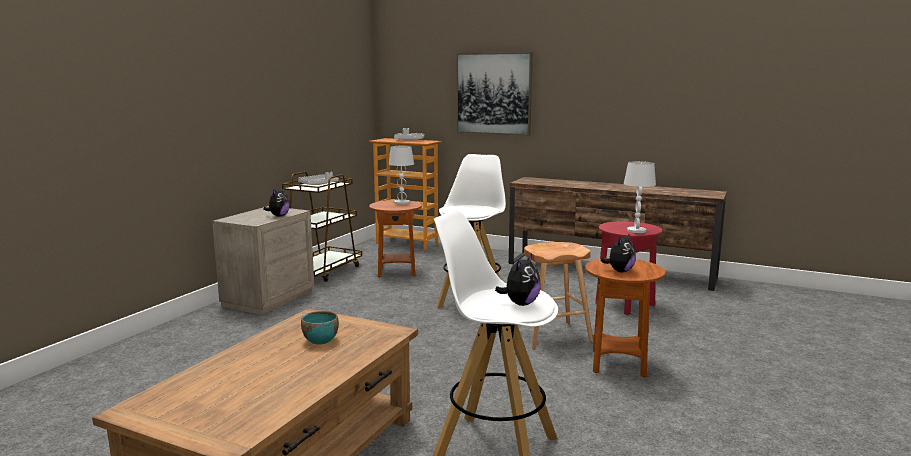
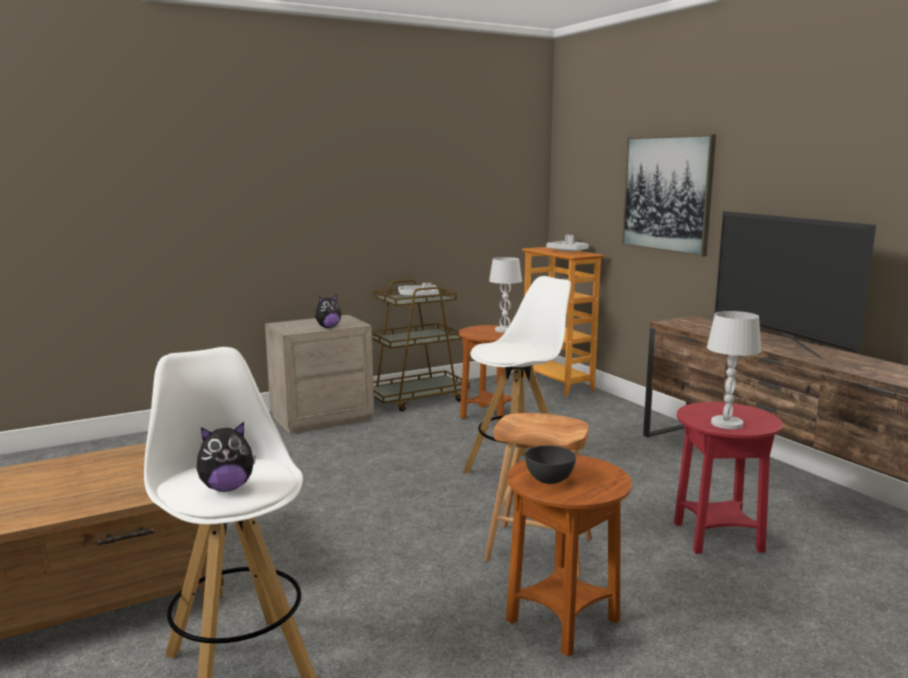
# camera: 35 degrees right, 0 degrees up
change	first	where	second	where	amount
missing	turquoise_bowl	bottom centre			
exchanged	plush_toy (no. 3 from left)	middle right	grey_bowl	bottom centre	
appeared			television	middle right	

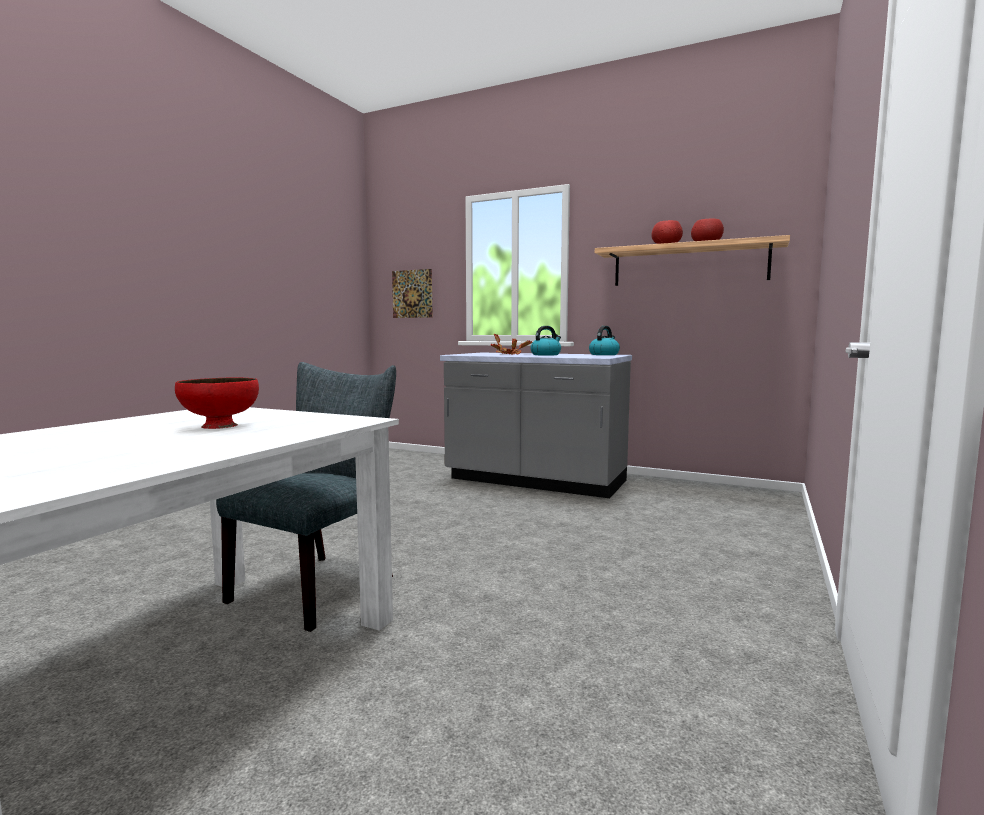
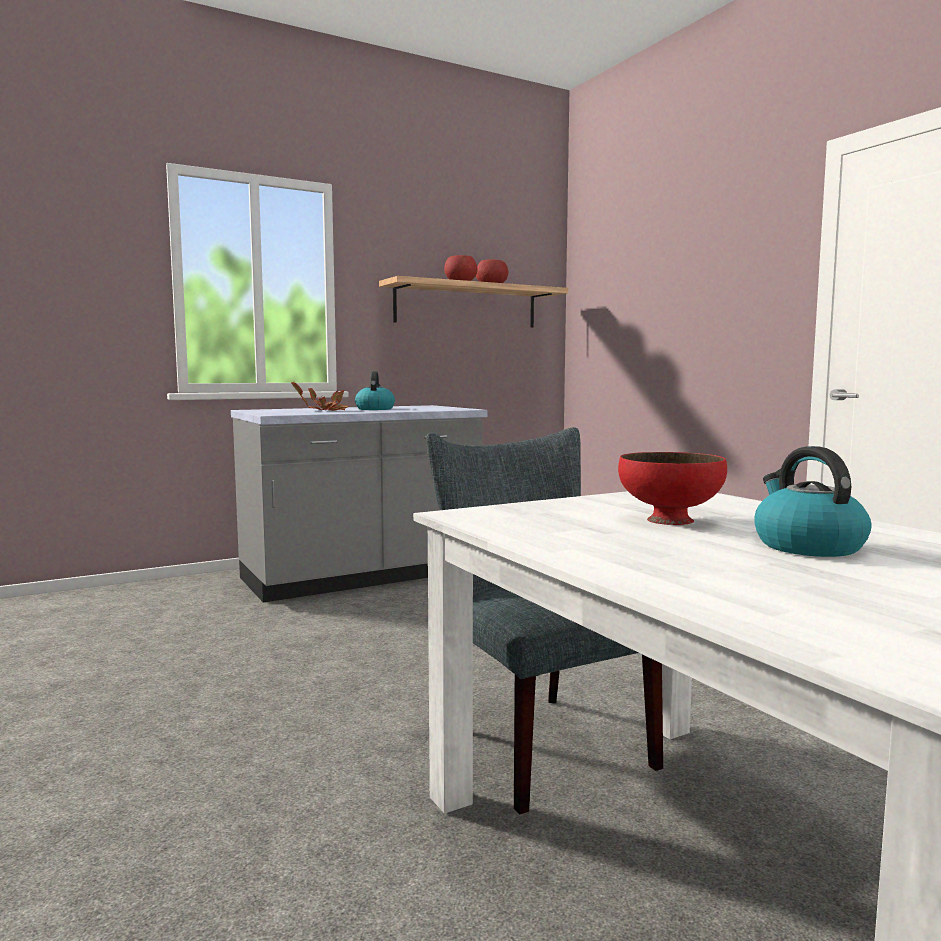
# camera: 55 degrees left, 0 degrees up
change	first	where	second	where	amount
missing	picture	centre			
relocated	kettle (no. 2 from left)	centre		middle right	

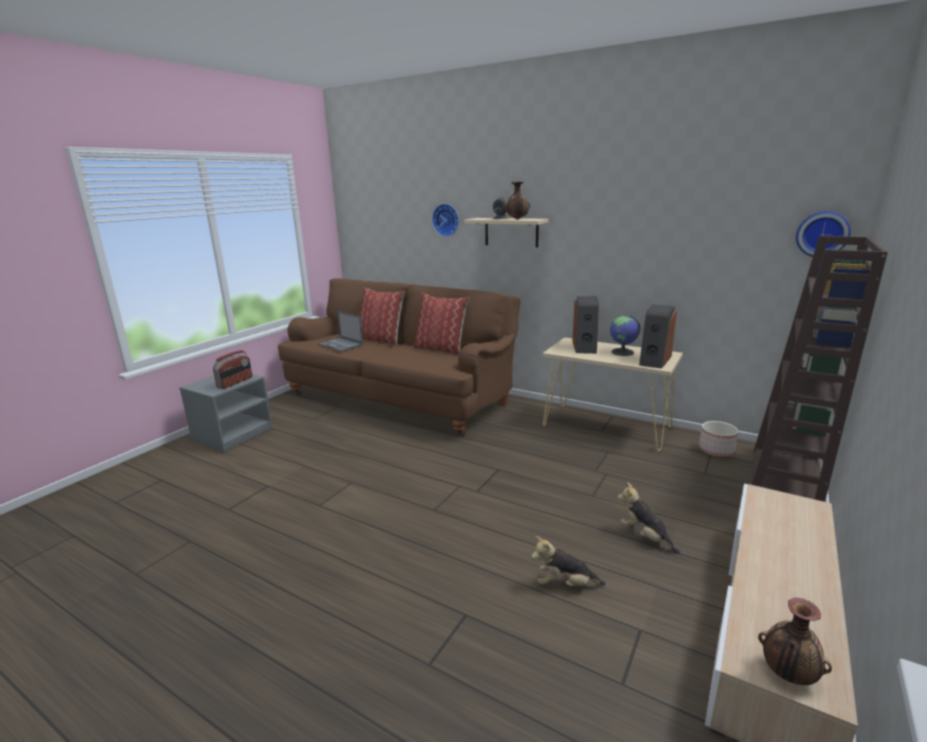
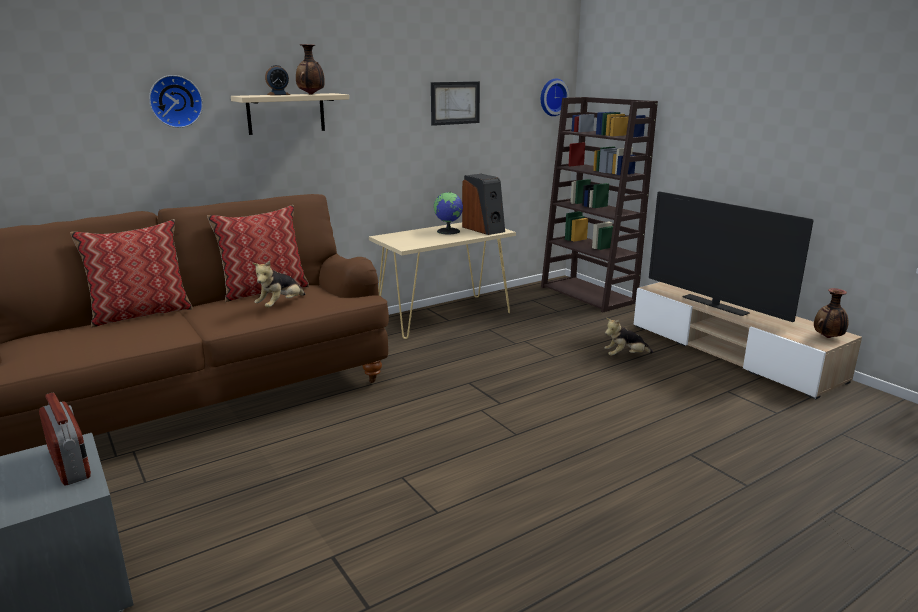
# camera: 65 degrees left, 0 degrees up
change	first	where	second	where	amount
missing	laptop	centre			
relocated	plush_toy (no. 1 from left)	bottom centre		middle left	
missing	speaker (no. 1 from left)	centre			
missing	planter	middle right			
appeared			picture	top centre	
appeared			television	middle right	

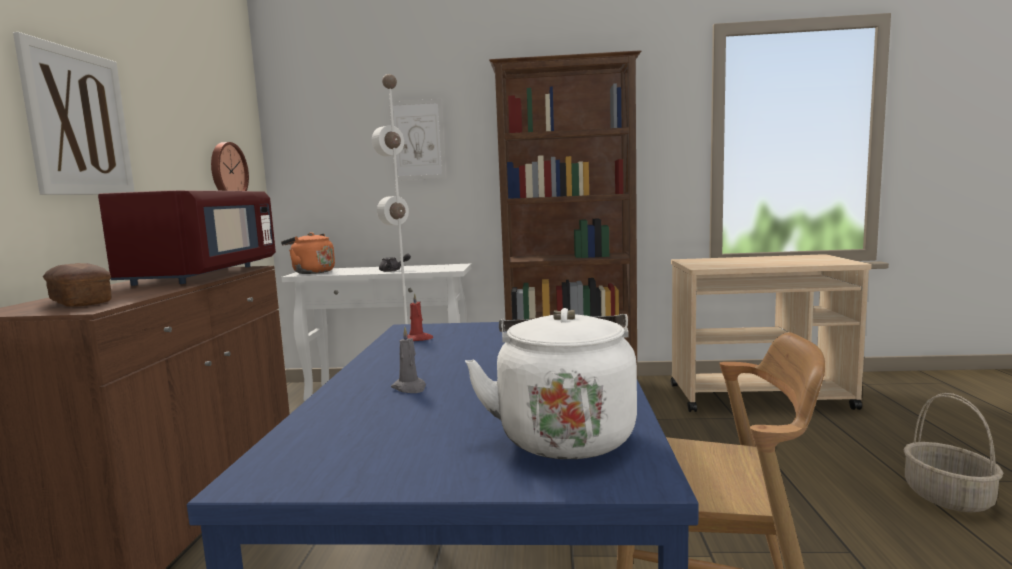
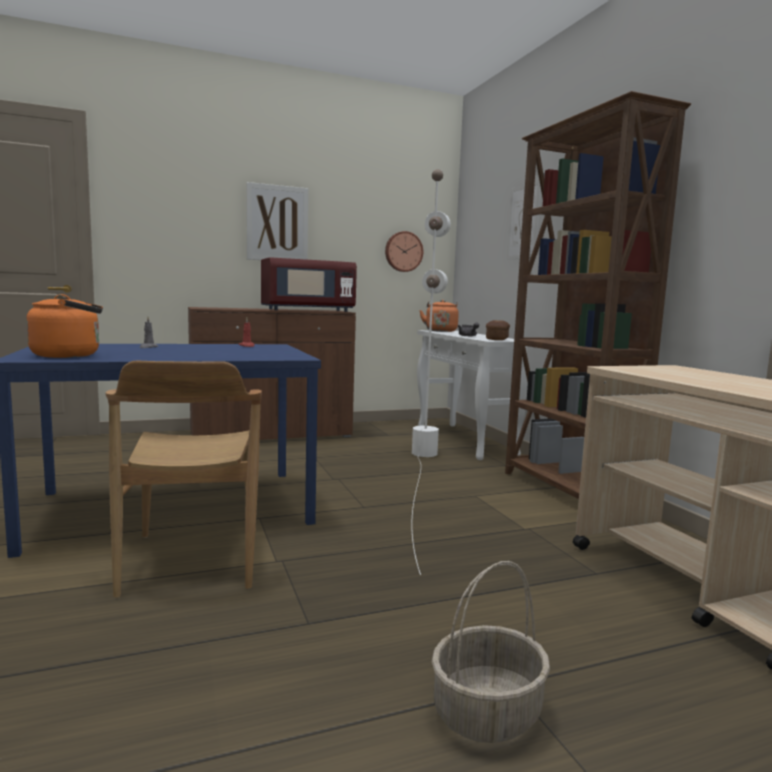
# camera: 65 degrees right, 0 degrees up
change	first	where	second	where	amount
relocated	bread	middle left		centre	
colour	white_kettle	bottom centre	orange_kettle (no. 1 from left)	middle left	

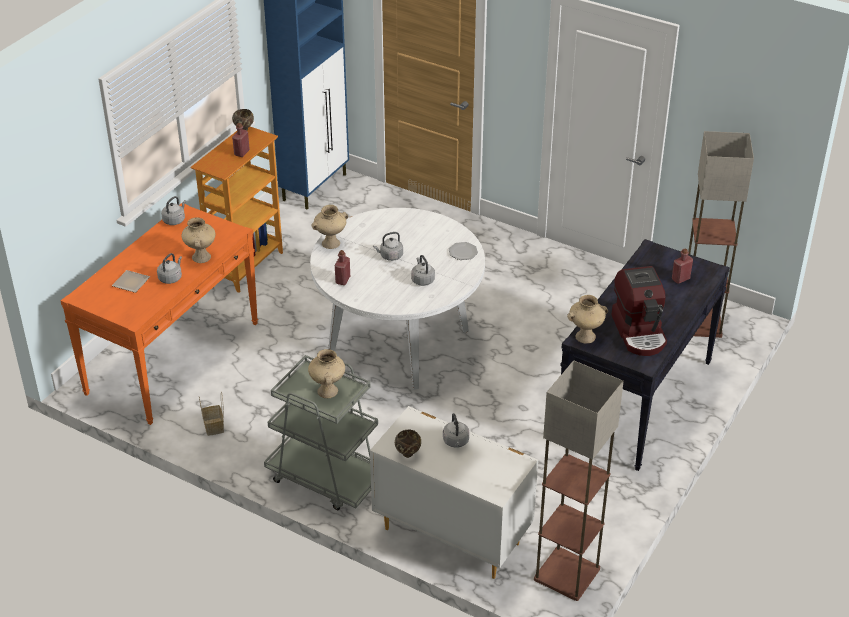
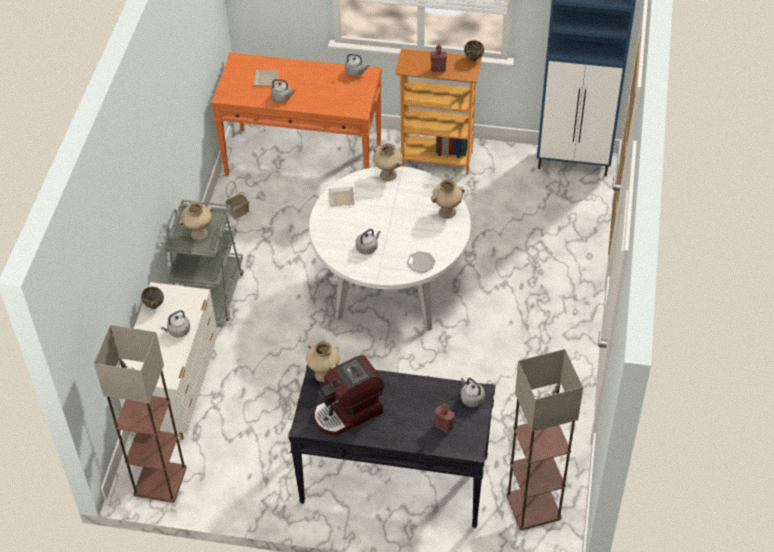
# camera: 70 degrees right, 10 degrees up
change	first	where	second	where	amount
relocated	beige_vase (no. 1 from left in the first image)	middle left	beige_vase (no. 4 from left)	centre	
exchanged	red_bottle (no. 2 from left)	centre	plate (no. 2 from left)	centre	
relocated	grey_kettle (no. 3 from left in the first image)	centre	grey_kettle (no. 5 from left)	bottom centre	

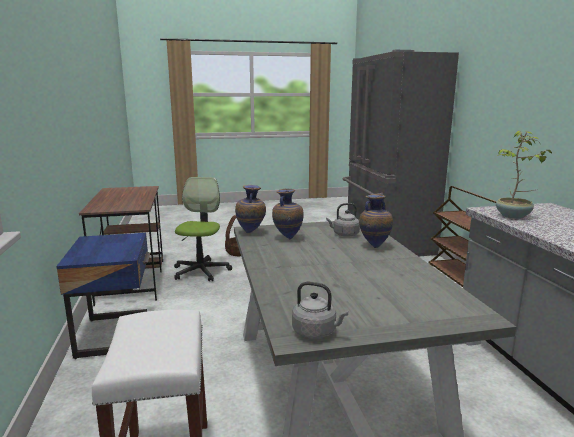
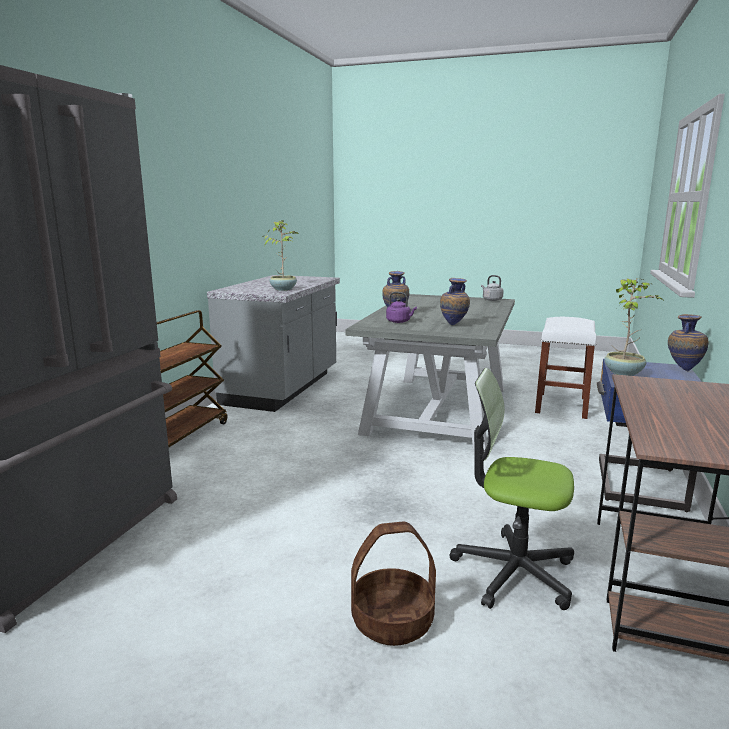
# camera: 150 degrees left, 0 degrees up
change	first	where	second	where	amount
spun	office_chair	centre		bottom right	75 degrees clockwise
relocated	vase (no. 1 from left in the first image)	centre	vase (no. 3 from left)	middle right	
colour	grey_kettle (no. 2 from left)	centre	purple_kettle	centre	
appeared			potted_plant (no. 2 from left)	middle right	

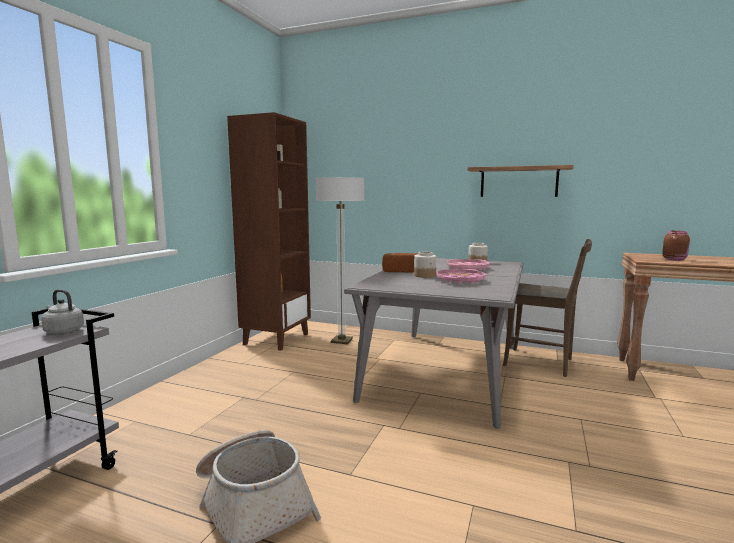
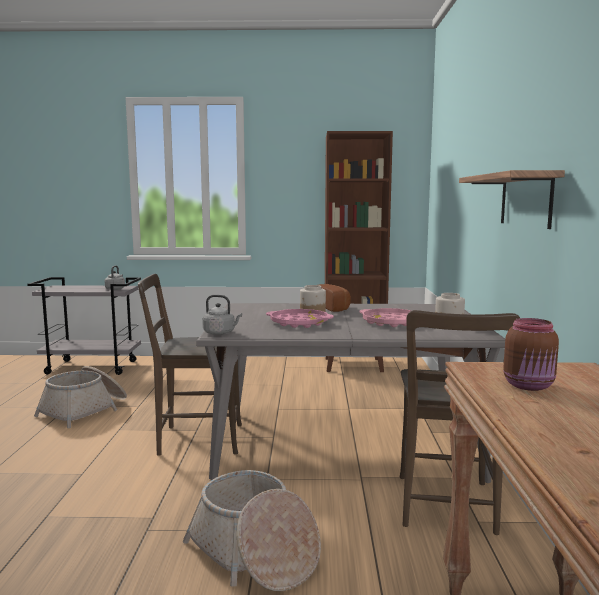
# camera: 70 degrees right, 0 degrees up
change	first	where	second	where	amount
missing	floor_lamp	centre			
appeared			brown_chair (no. 1 from left)	middle left	
appeared			basket (no. 2 from left)	bottom centre	
appeared			grey_kettle (no. 2 from left)	centre	

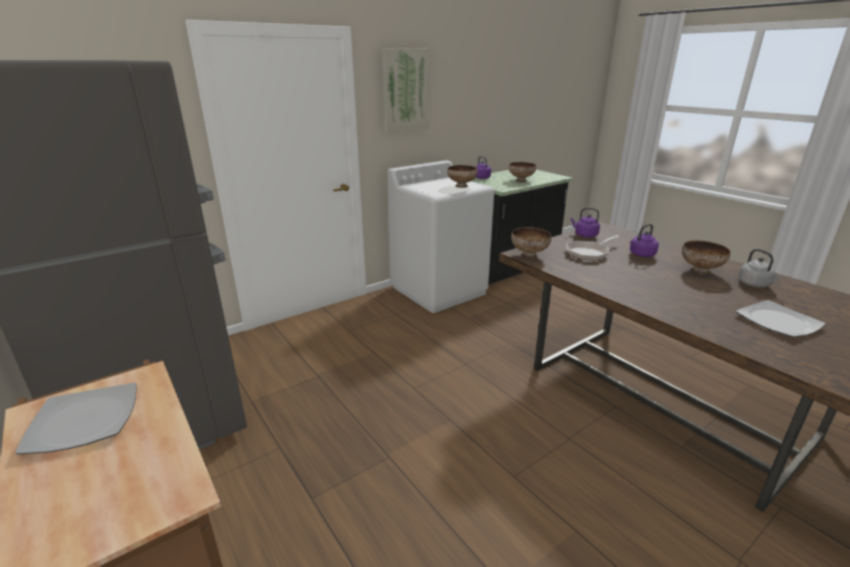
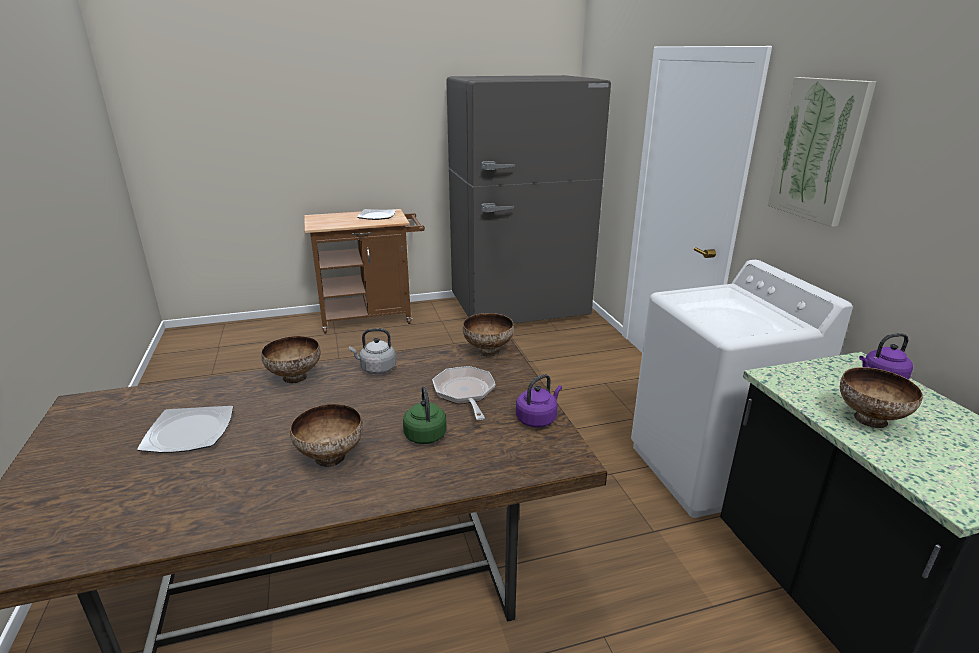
# camera: 110 degrees right, 0 degrees up
change	first	where	second	where	amount
relocated	bowl (no. 1 from left)	top centre		middle left	
colour	purple_kettle (no. 3 from left)	middle right	green_kettle	centre	
relocated	grey_kettle	middle right		centre	

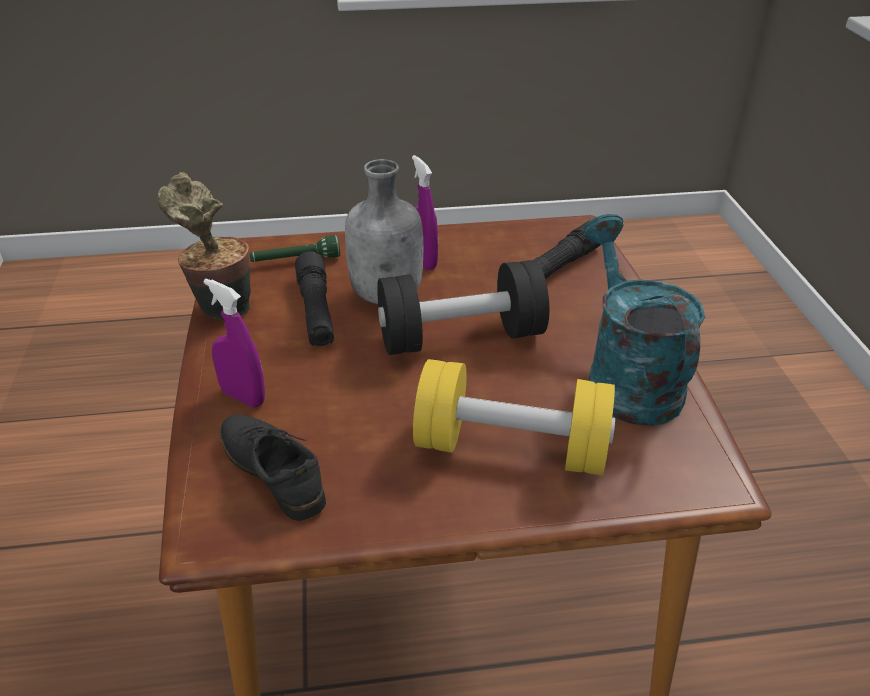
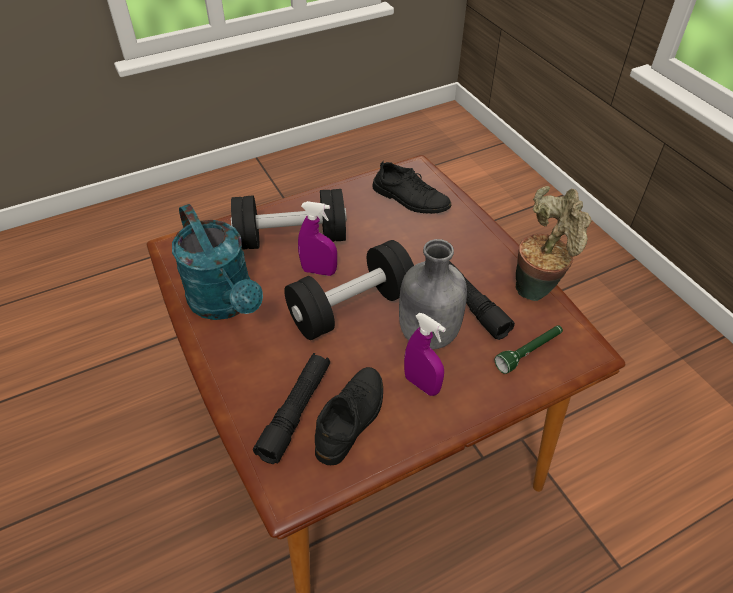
# camera: 160 degrees right, 10 degrees up
change	first	where	second	where	amount
relocated	purple_spray_bottle (no. 1 from left)	middle left		centre	
colour	yellow_dumbbell	centre	black_dumbbell (no. 1 from left)	centre	
appeared			black_shoe (no. 1 from left)	bottom centre	

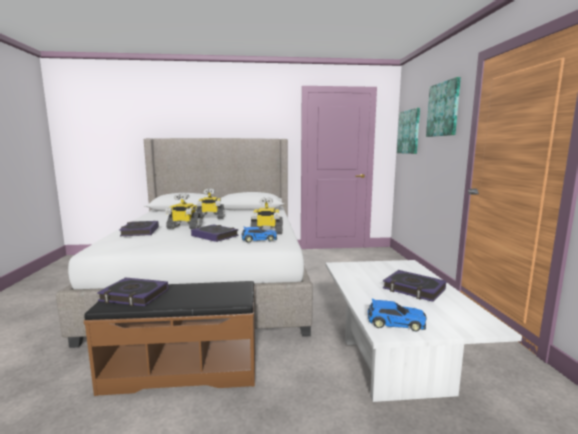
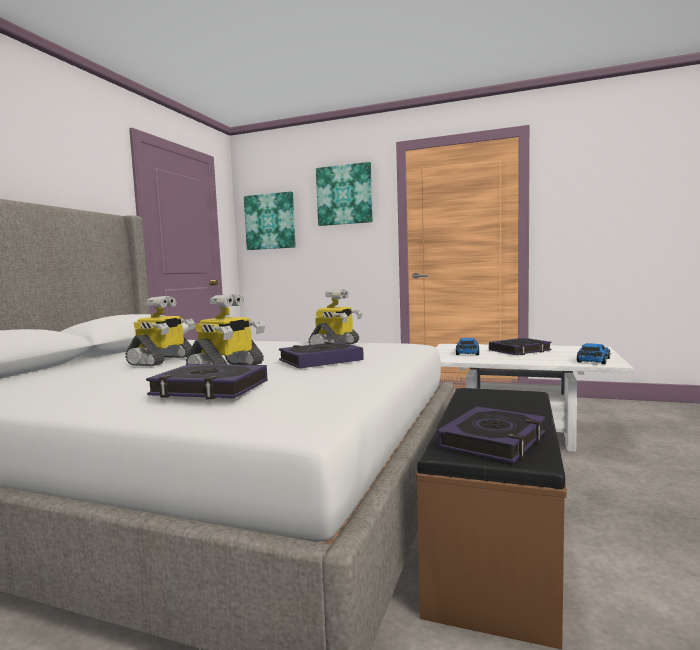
# camera: 65 degrees left, 5 degrees down
change	first	where	second	where	amount
relocated	toy_car (no. 1 from left)	centre		middle right	

